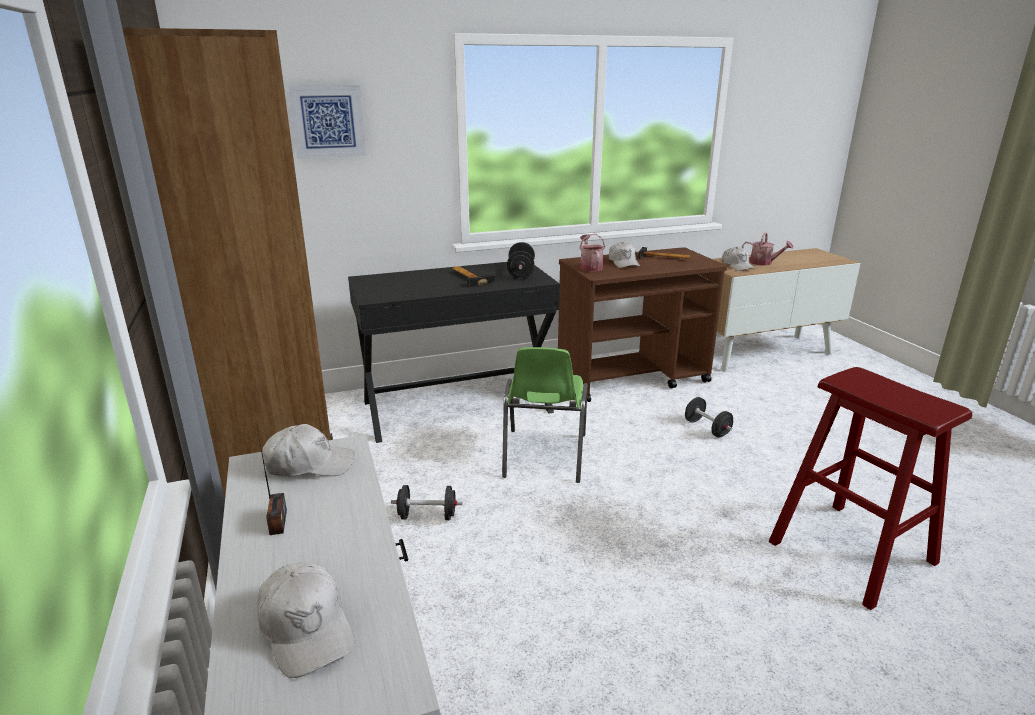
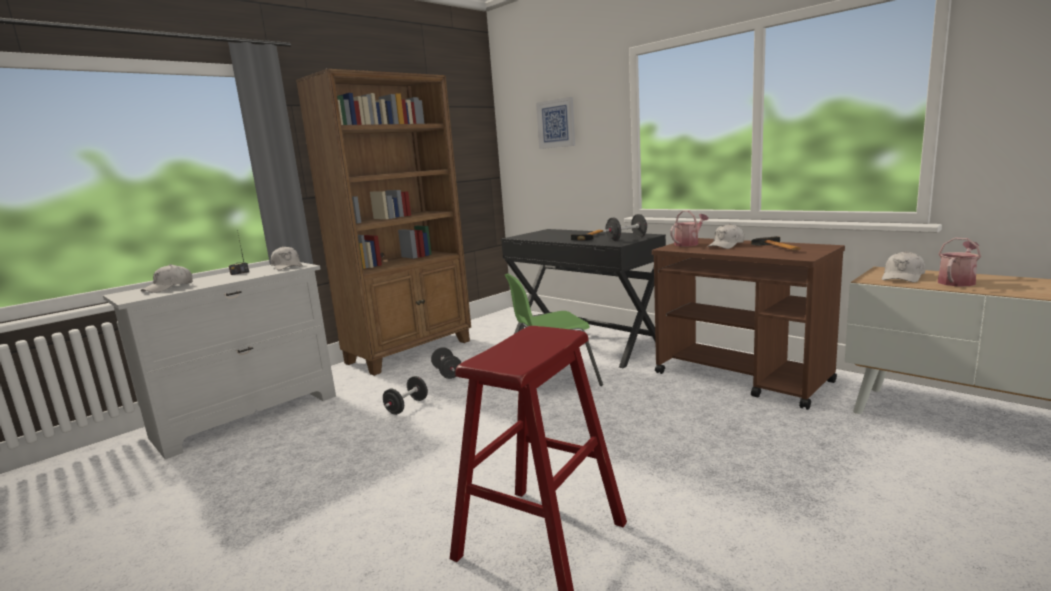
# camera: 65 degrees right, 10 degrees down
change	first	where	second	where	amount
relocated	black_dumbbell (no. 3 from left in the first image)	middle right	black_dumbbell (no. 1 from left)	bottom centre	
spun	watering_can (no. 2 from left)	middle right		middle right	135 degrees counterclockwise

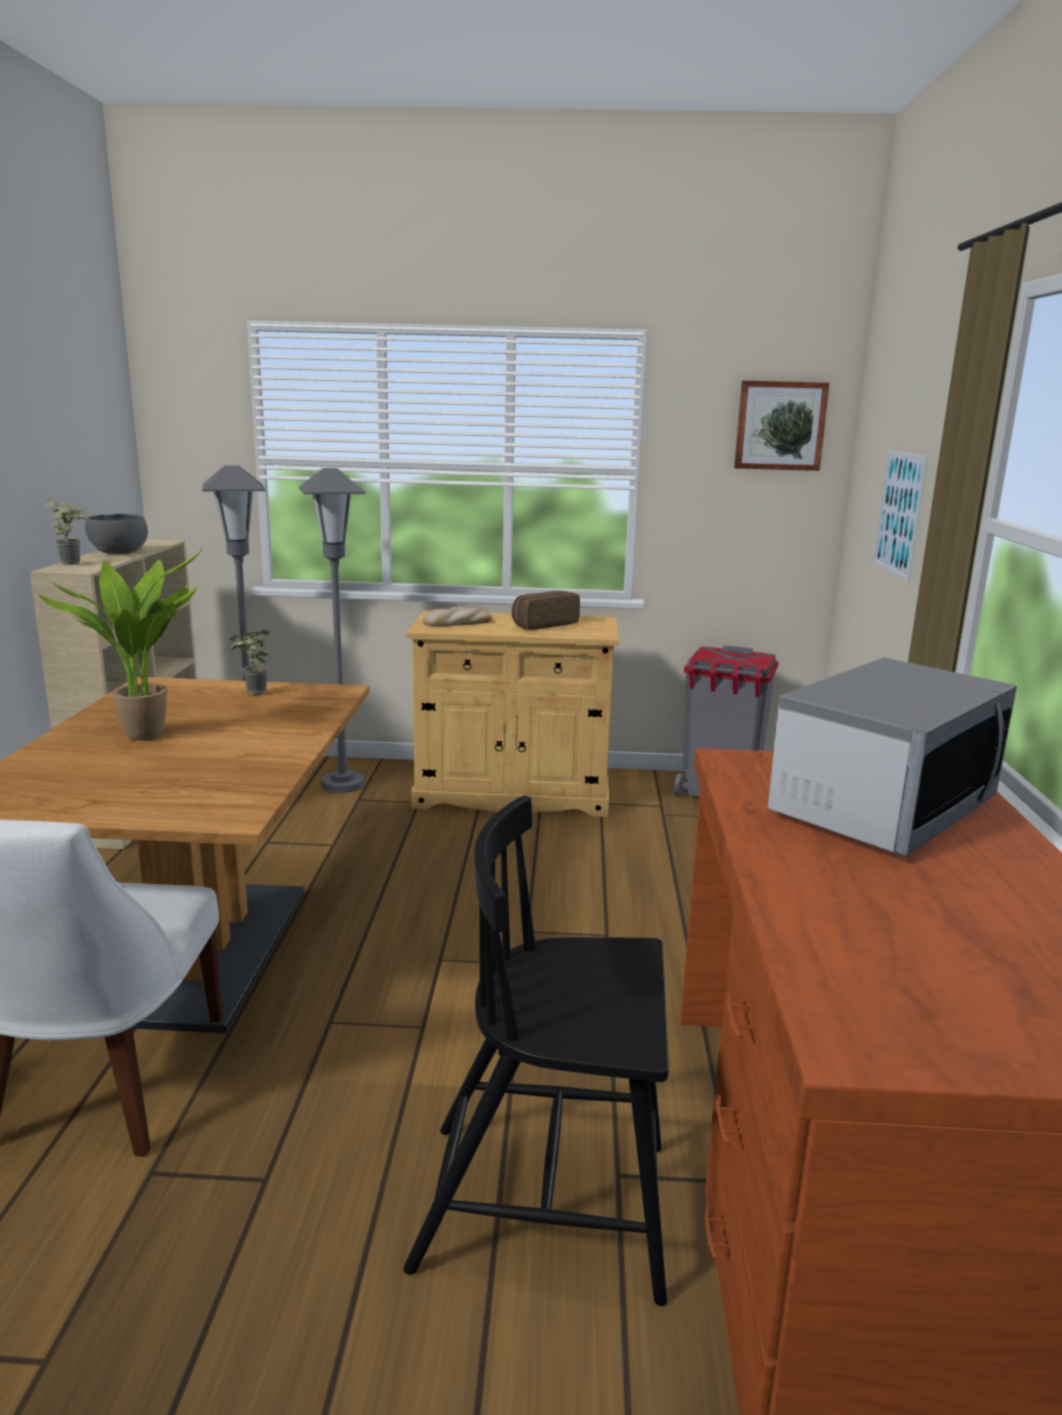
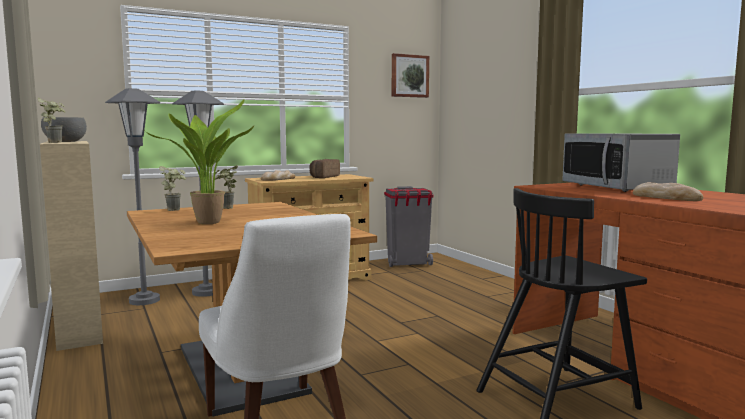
# camera: 30 degrees left, 10 degrees down
change	first	where	second	where	amount
spun	microwave	middle right		middle right	150 degrees clockwise
missing	picture (no. 2 from left)	middle right			
appeared			potted_plant (no. 2 from left)	middle left	
appeared			bread (no. 3 from left)	middle right	

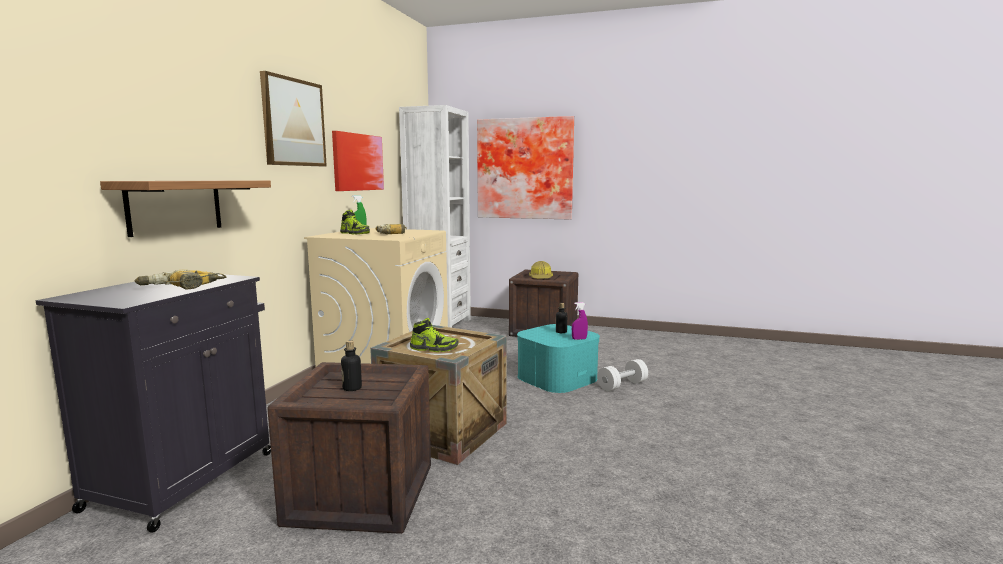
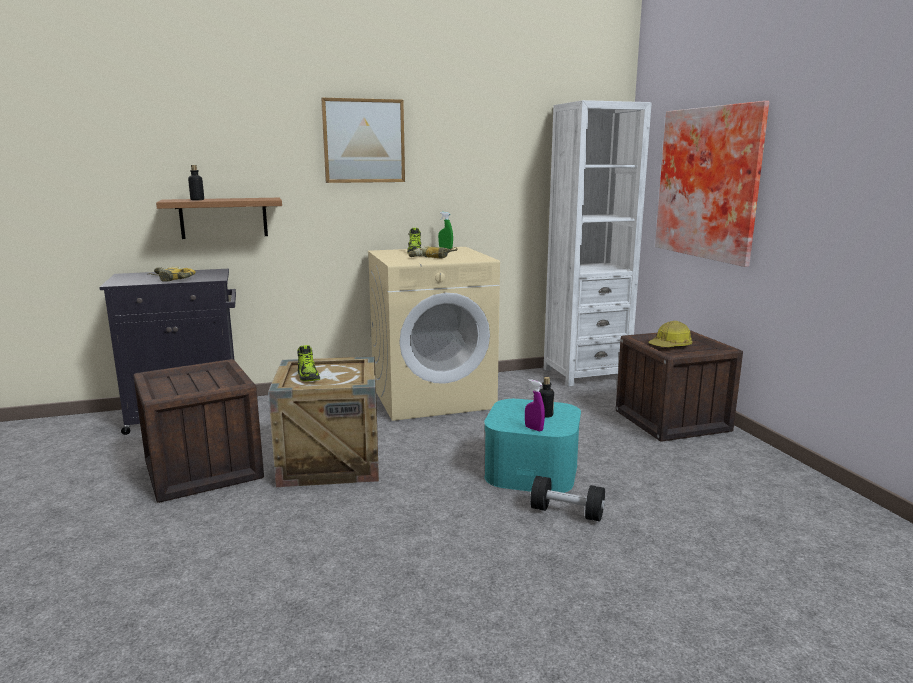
# camera: 55 degrees right, 5 degrees up
change	first	where	second	where	amount
missing	picture (no. 2 from left)	top centre			
relocated	bottle (no. 1 from left)	centre		top left	
colour	white_dumbbell	centre	black_dumbbell	bottom centre	

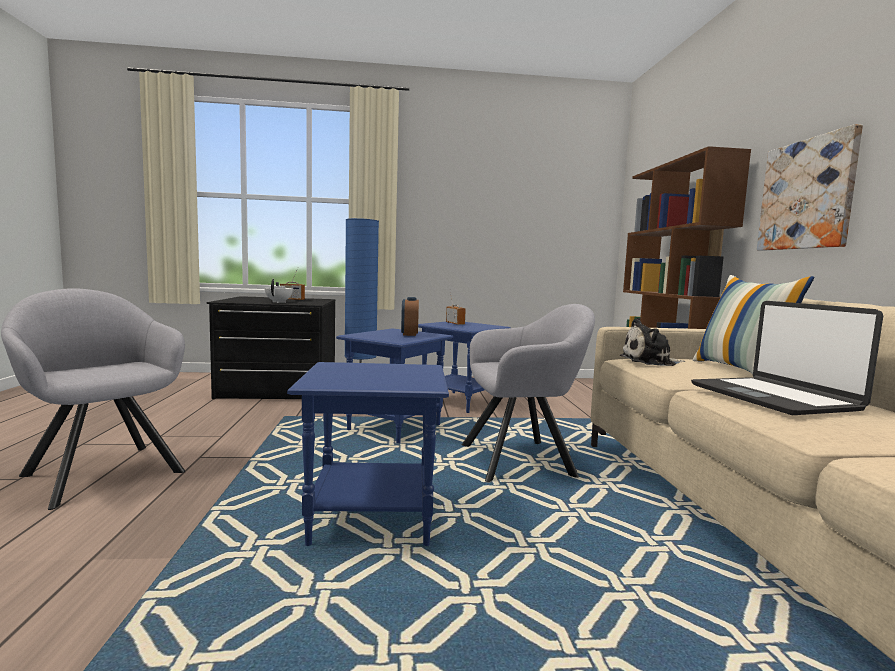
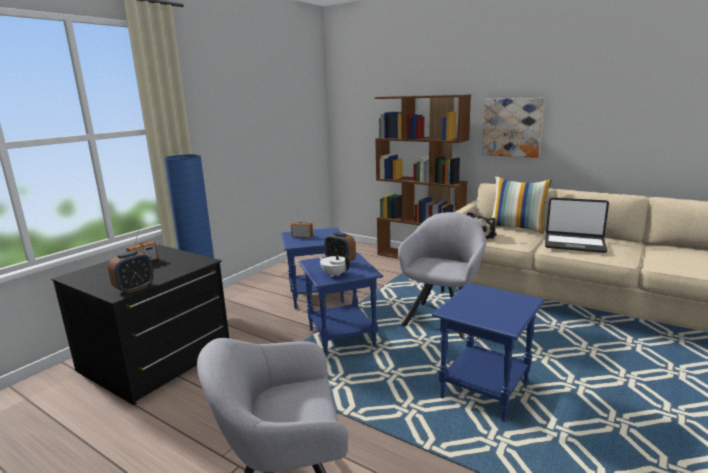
# camera: 50 degrees left, 10 degrees up
change	first	where	second	where	amount
relocated	white_teapot	middle left		centre	
appeared			alarm_clock (no. 1 from left)	middle left	

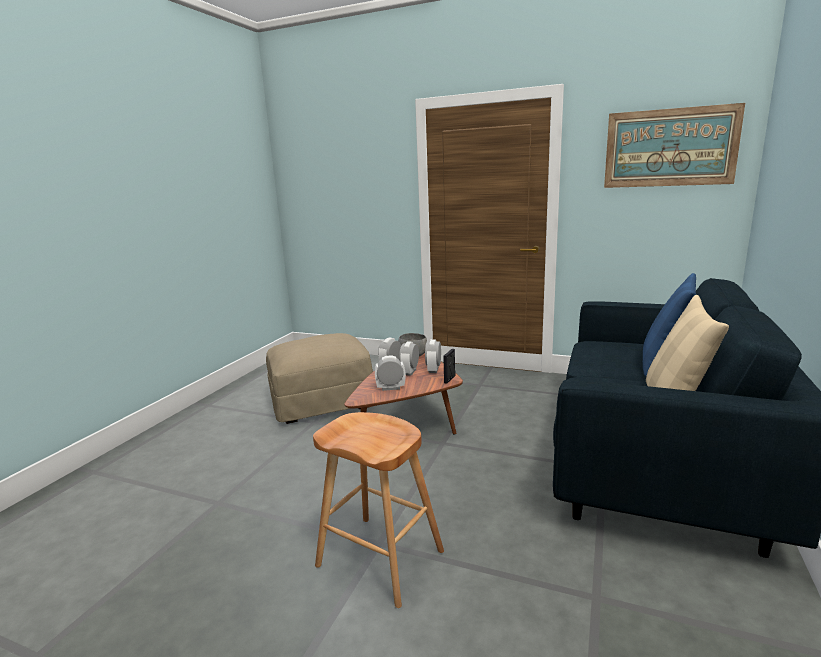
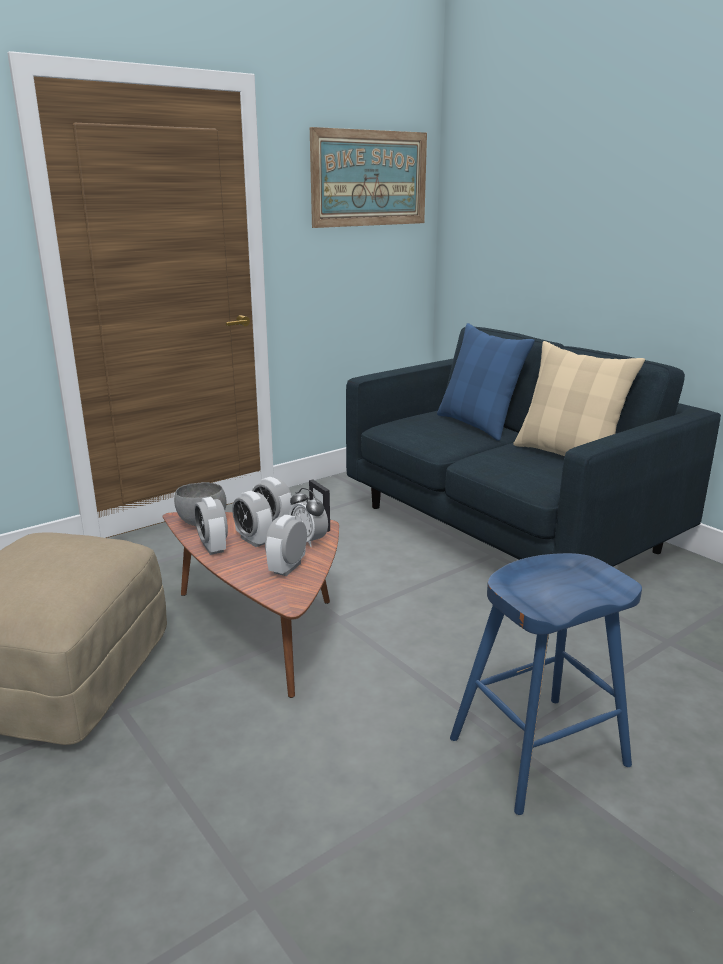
# camera: 60 degrees left, 5 degrees up
change	first	where	second	where	amount
colour	brown_stool	bottom centre	blue_stool	bottom right	
appeared			alarm_clock (no. 5 from left)	centre	

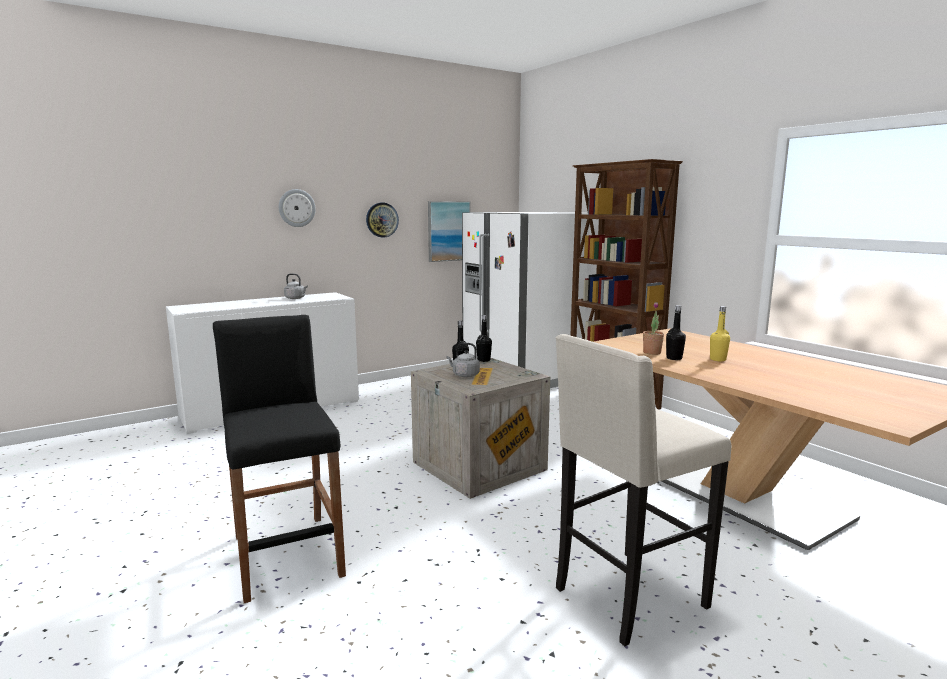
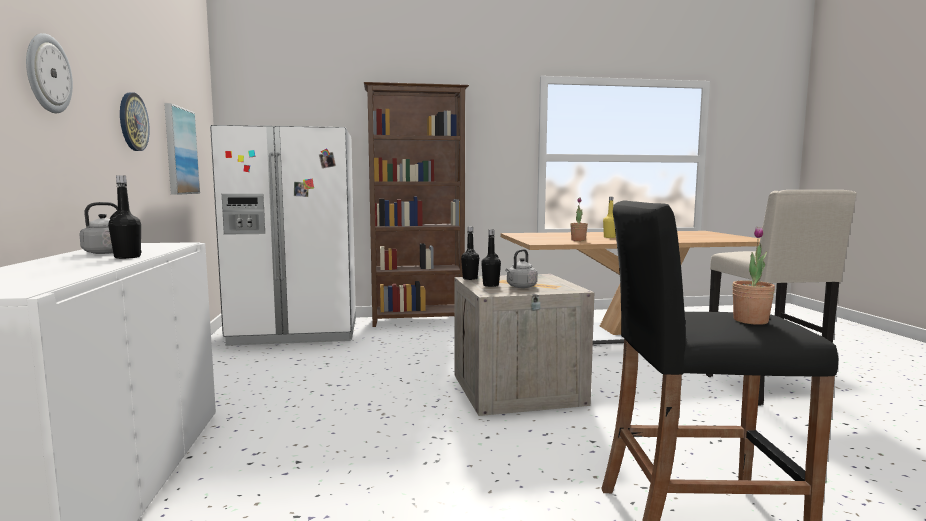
# camera: 65 degrees left, 5 degrees down
change	first	where	second	where	amount
relocated	black_bottle (no. 3 from left in the first image)	middle right	black_bottle (no. 1 from left)	middle left	
appeared			potted_plant (no. 2 from left)	middle right	

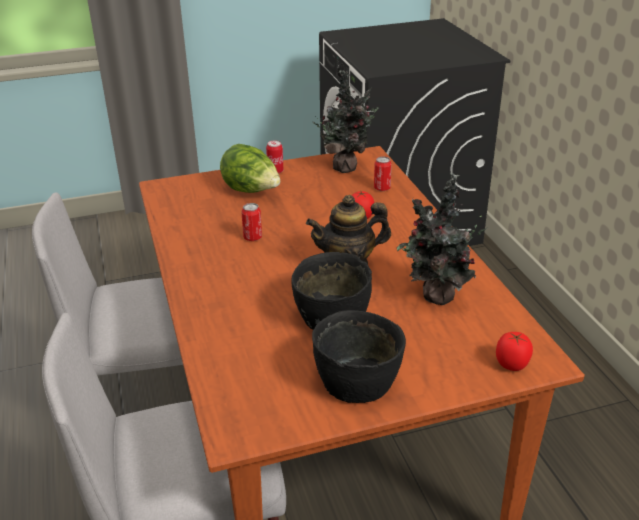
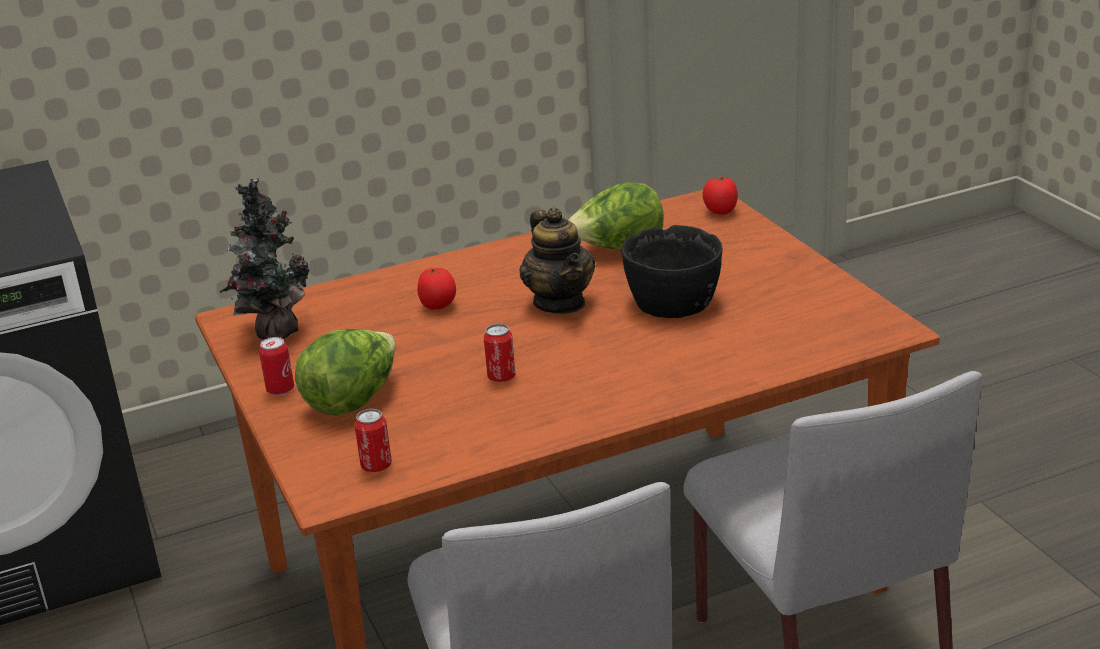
# camera: 95 degrees left, 5 degrees down
change	first	where	second	where	amount
missing	black_bowl (no. 2 from left)	bottom centre			
relocated	can (no. 3 from left in the first image)	top centre	can (no. 2 from left)	bottom centre	
exchanged	potted_plant (no. 2 from left)	middle right	lettuce (no. 2 from left)	top centre	

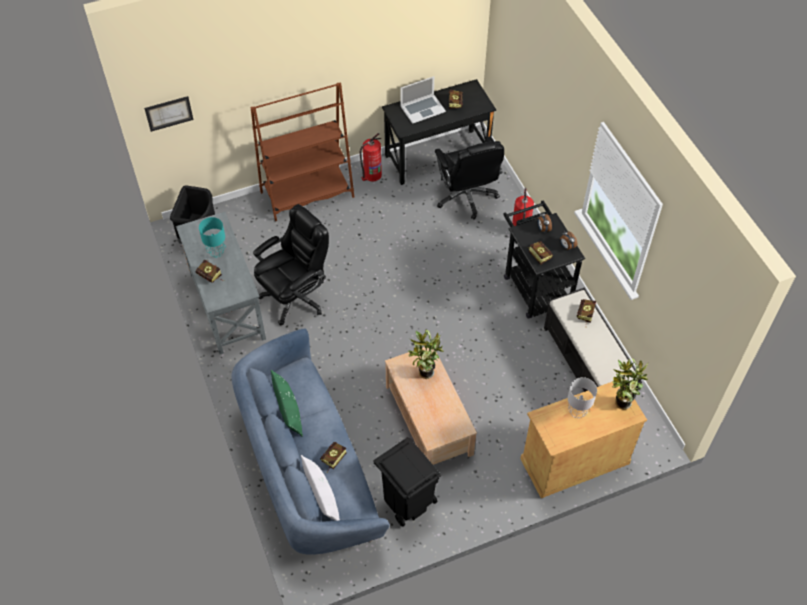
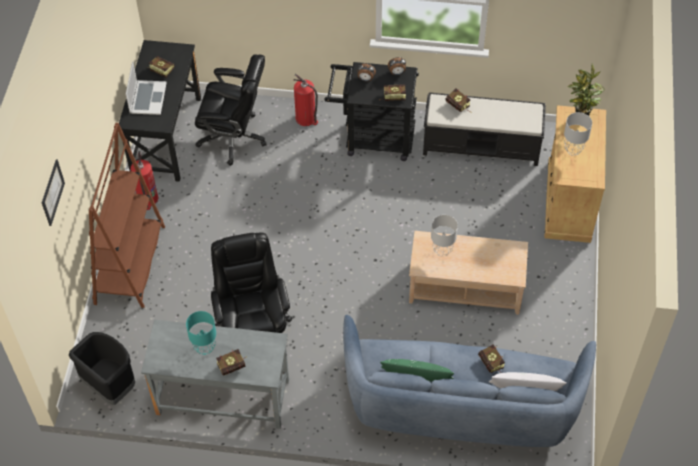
# camera: 60 degrees left, 0 degrees up
change	first	where	second	where	amount
relocated	picture	top left		middle left	
missing	black_trash_can (no. 2 from left)	bottom centre			
exchanged	potted_plant (no. 1 from left)	centre	grey_table_lamp (no. 1 from left)	centre	

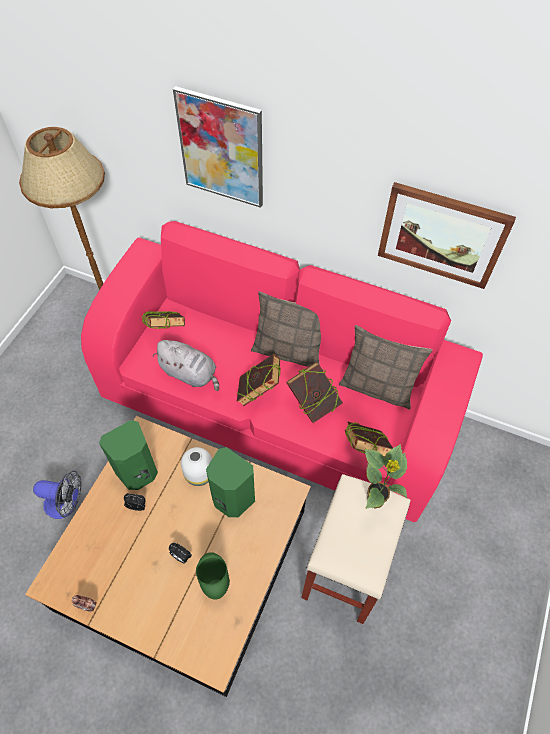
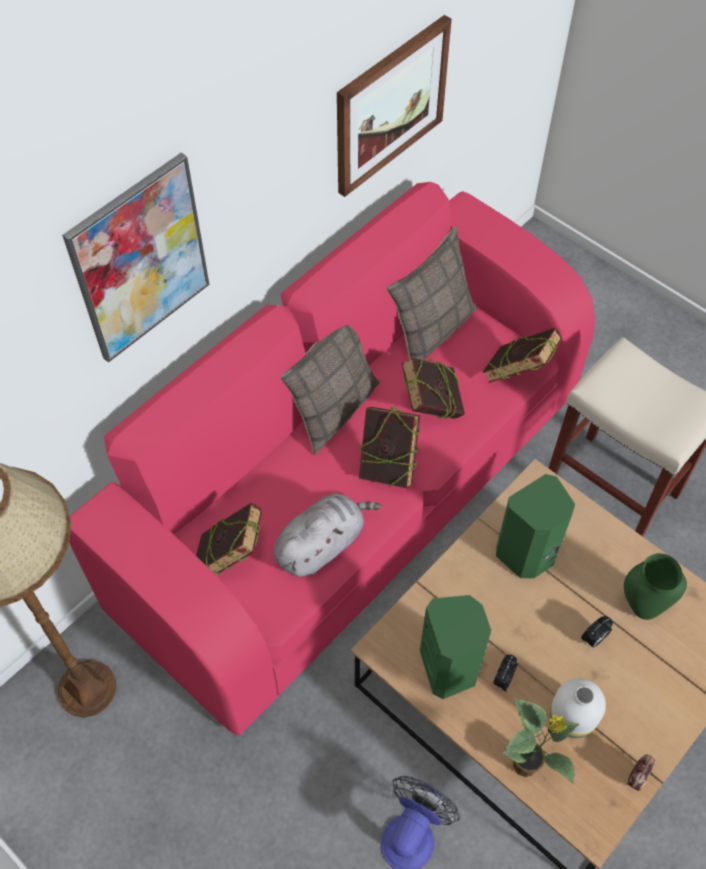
# camera: 70 degrees left, 0 degrees up
change	first	where	second	where	amount
relocated	white_vase	centre		bottom right	
relocated	potted_plant	middle right		bottom right	

